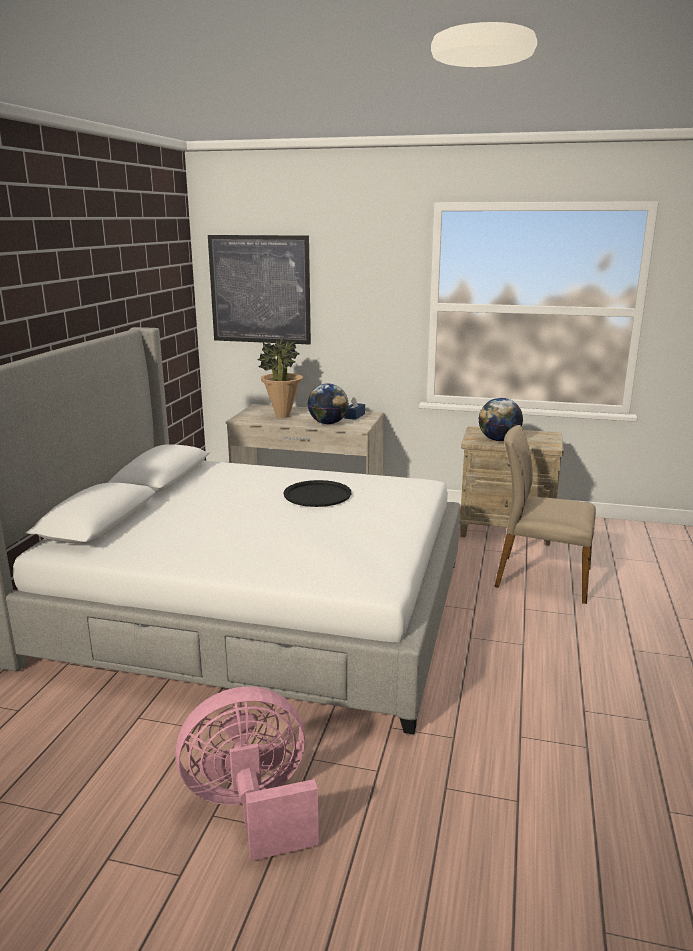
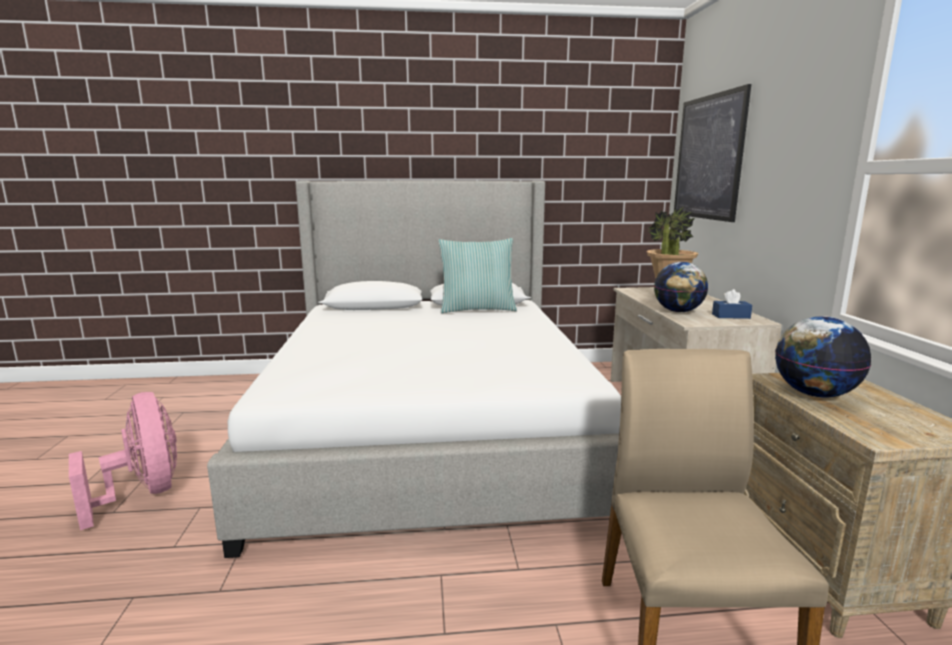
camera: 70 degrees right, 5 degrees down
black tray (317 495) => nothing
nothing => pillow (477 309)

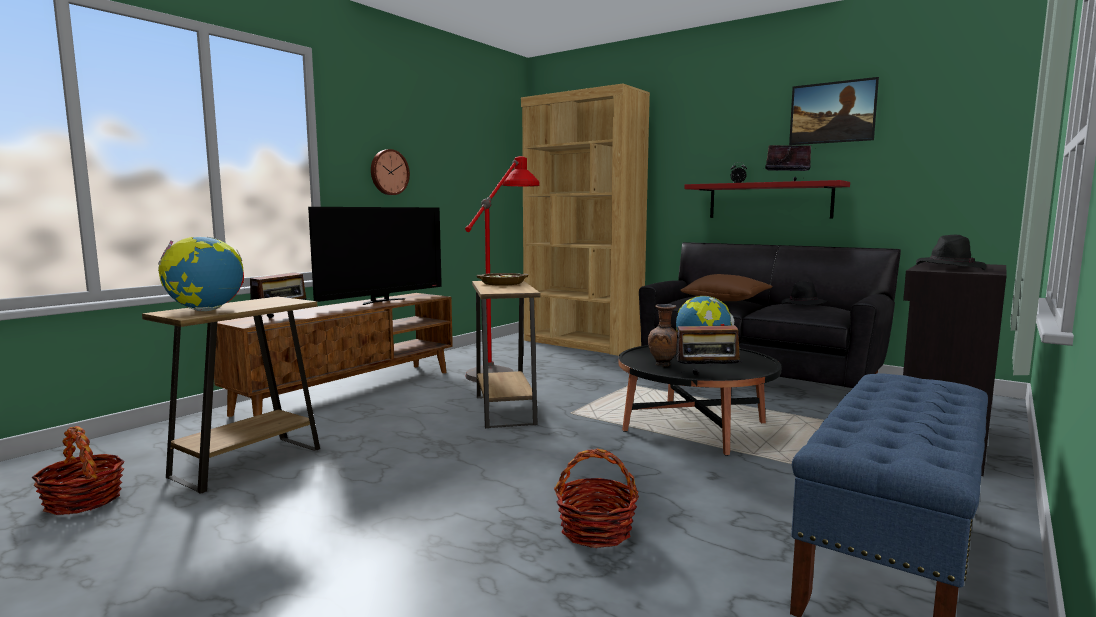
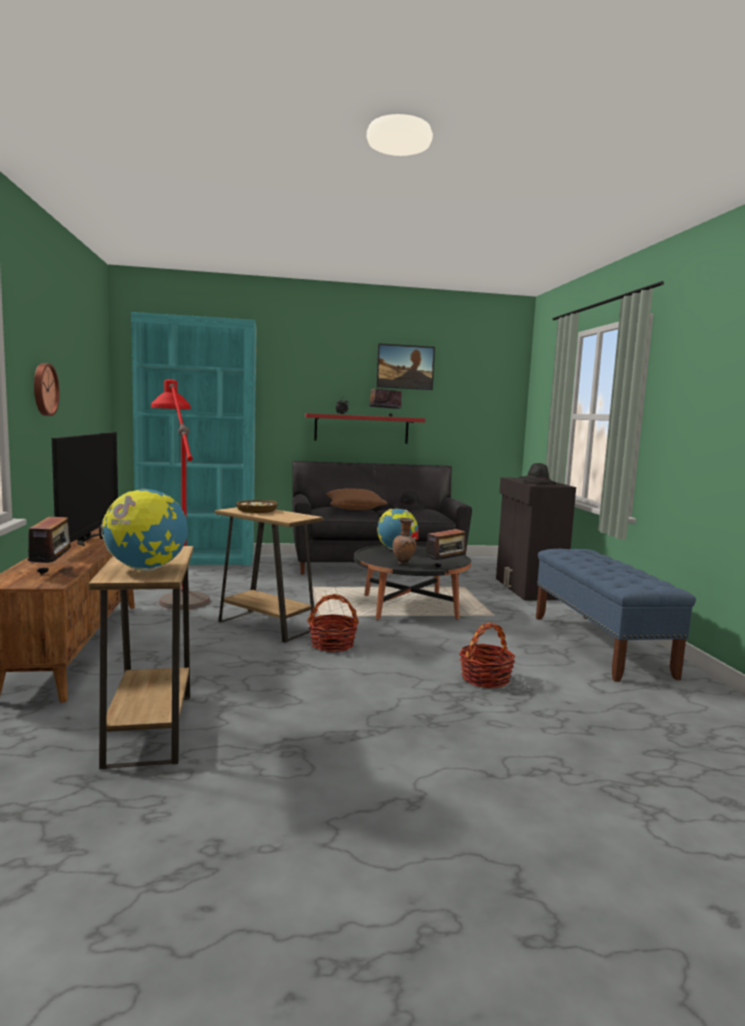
camera: 45 degrees left, 0 degrees up
brown bookcase (582 343) => turquoise bookcase (197 559)
basket (83 501) => basket (332 644), move

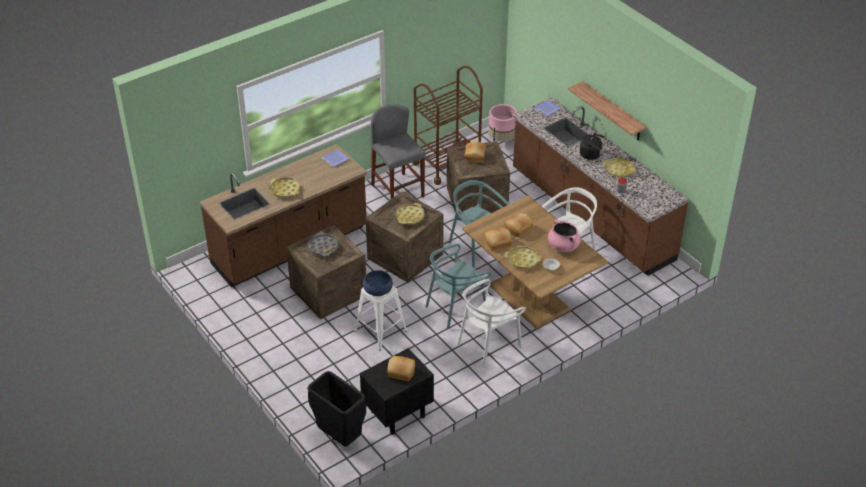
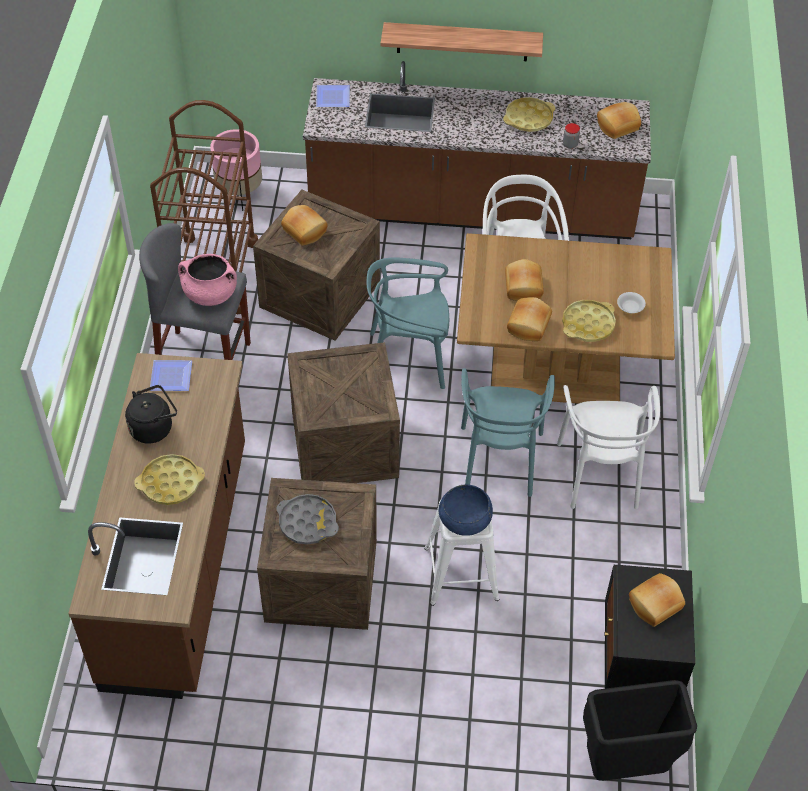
camera: 50 degrees left, 10 degrees up
black kettle (592 155) => black kettle (153 427), move
yellow tray (410 216) => nothing
pink cooking pot (563 246) => pink cooking pot (210 294), move
nothing => bread (617 125)

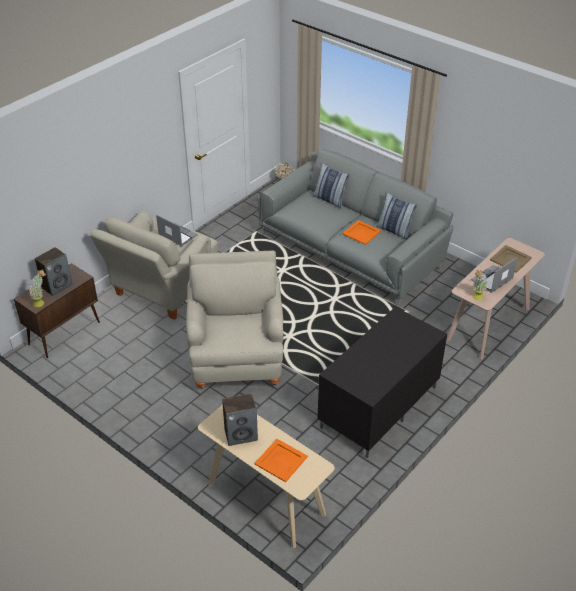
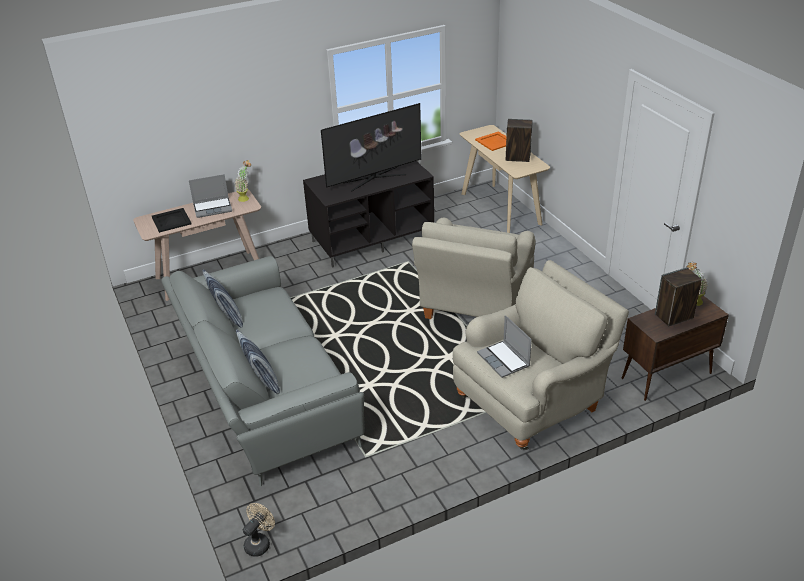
camera: 155 degrees left, 5 degrees down
orange tray (361 232) => nothing
beige tray (510 258) => black tray (171 220)
nothing => television (374 178)

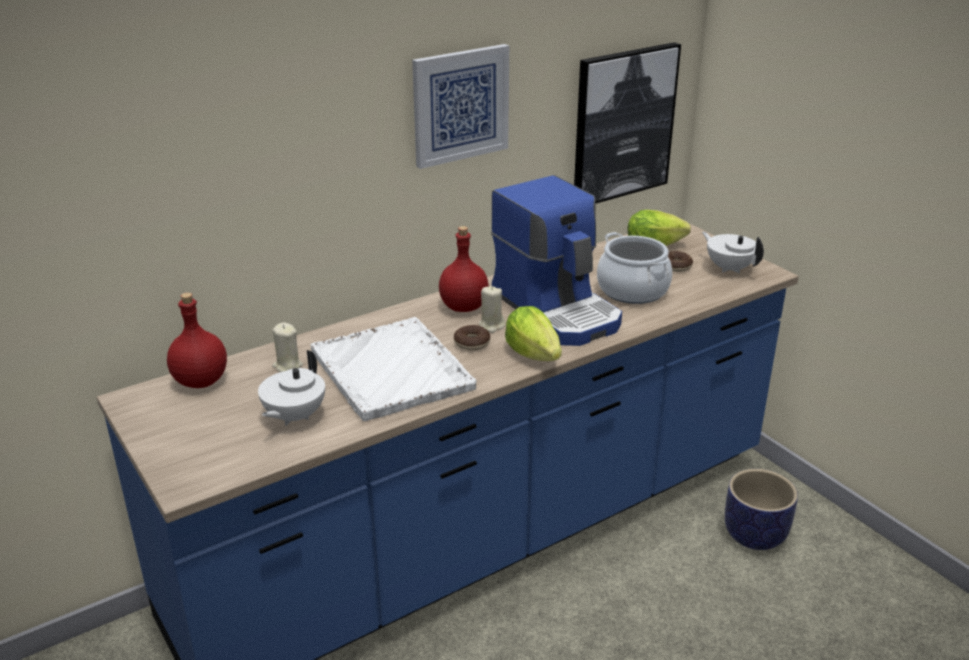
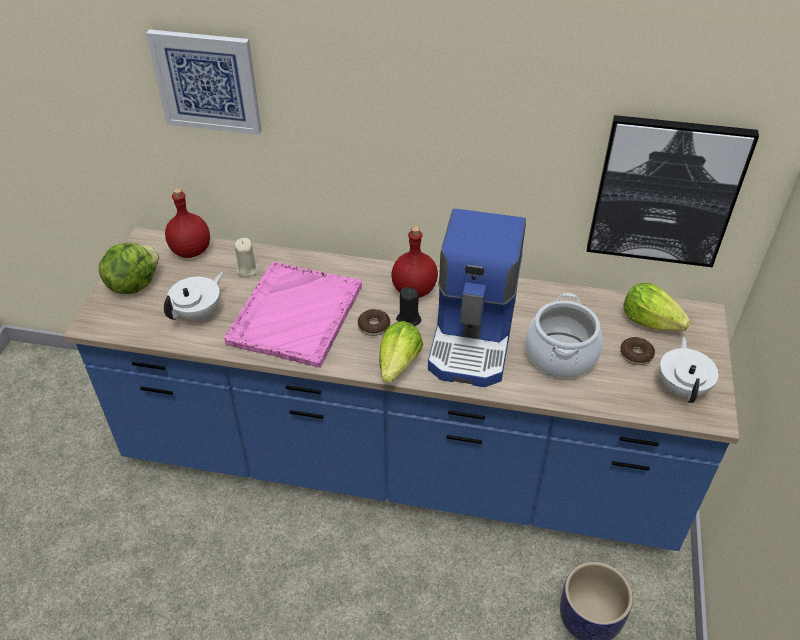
camera: 45 degrees right, 15 degrees up
picture (460 105) => picture (207 81), move
beige candle (491 325) => black candle (408 319)
white tray (392 371) => pink tray (295 315)
white teapot (293 416) => white teapot (199 313), 150 degrees clockwise
nothing => lettuce (133 284)

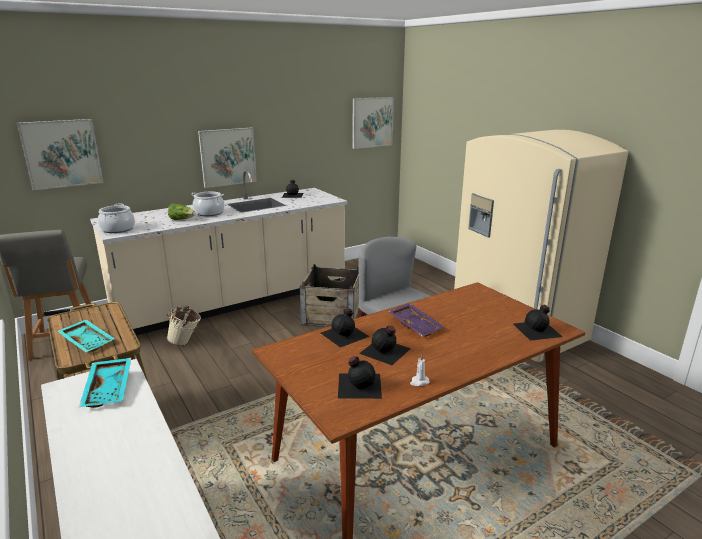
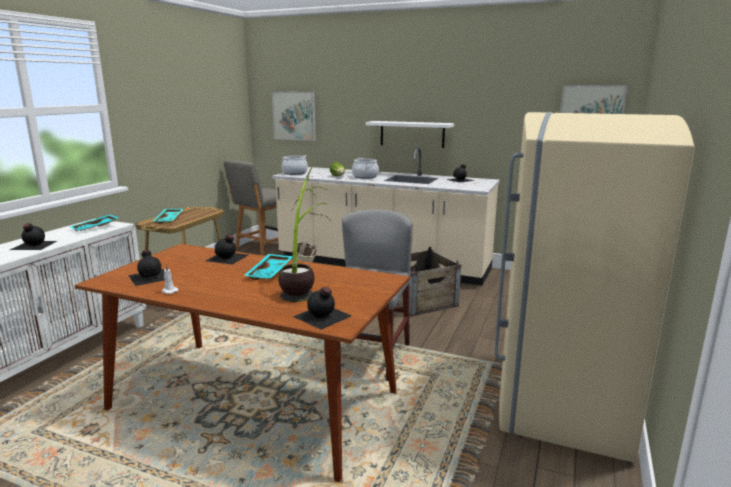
camera: 55 degrees right, 5 degrees down
picture (228 157) => white shelf (412 134)
purple tray (416 325) => turquoise tray (270 273)
black bottle (385 351) => black bottle (33 245), move
nothing => potted plant (304 287)

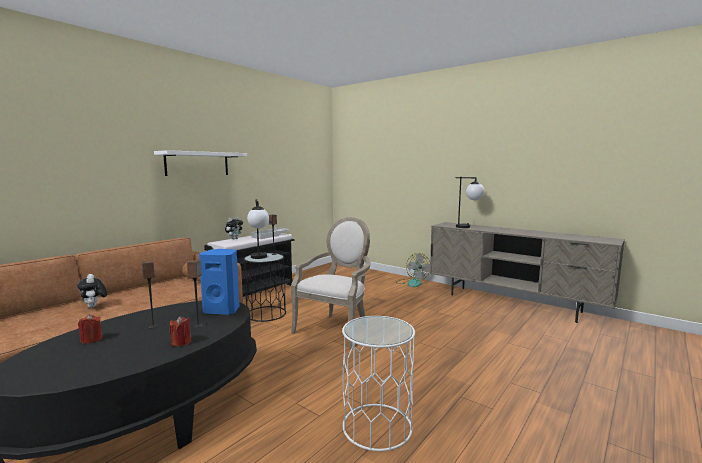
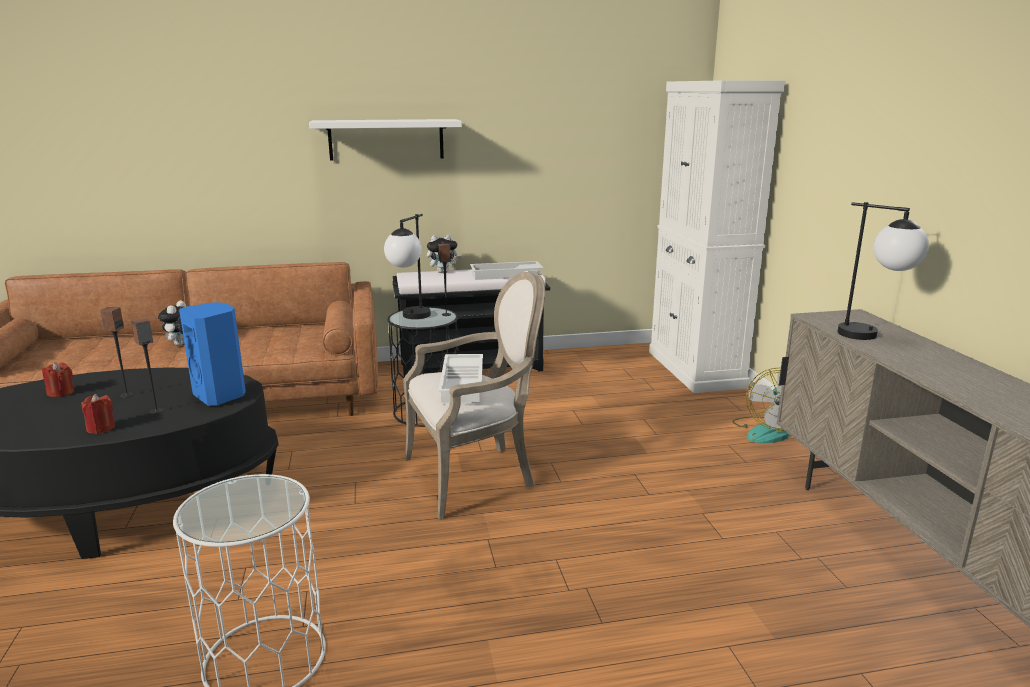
camera: 40 degrees right, 10 degrees up
nothing => white cabinet (695 369)
nothing => white tray (463 383)

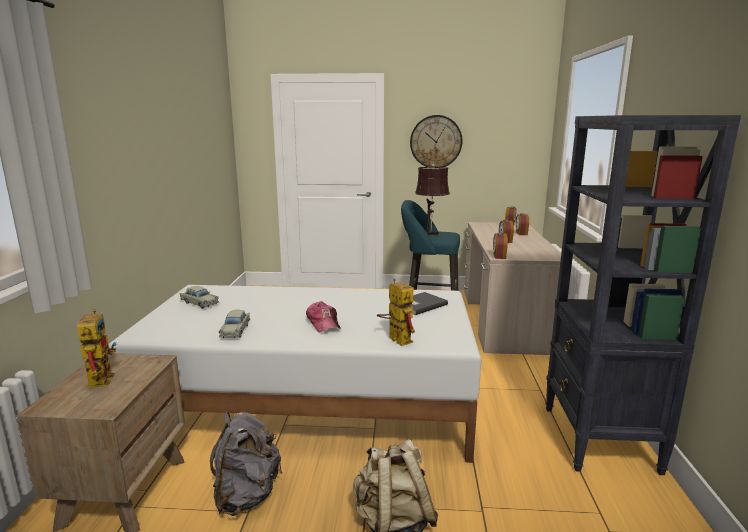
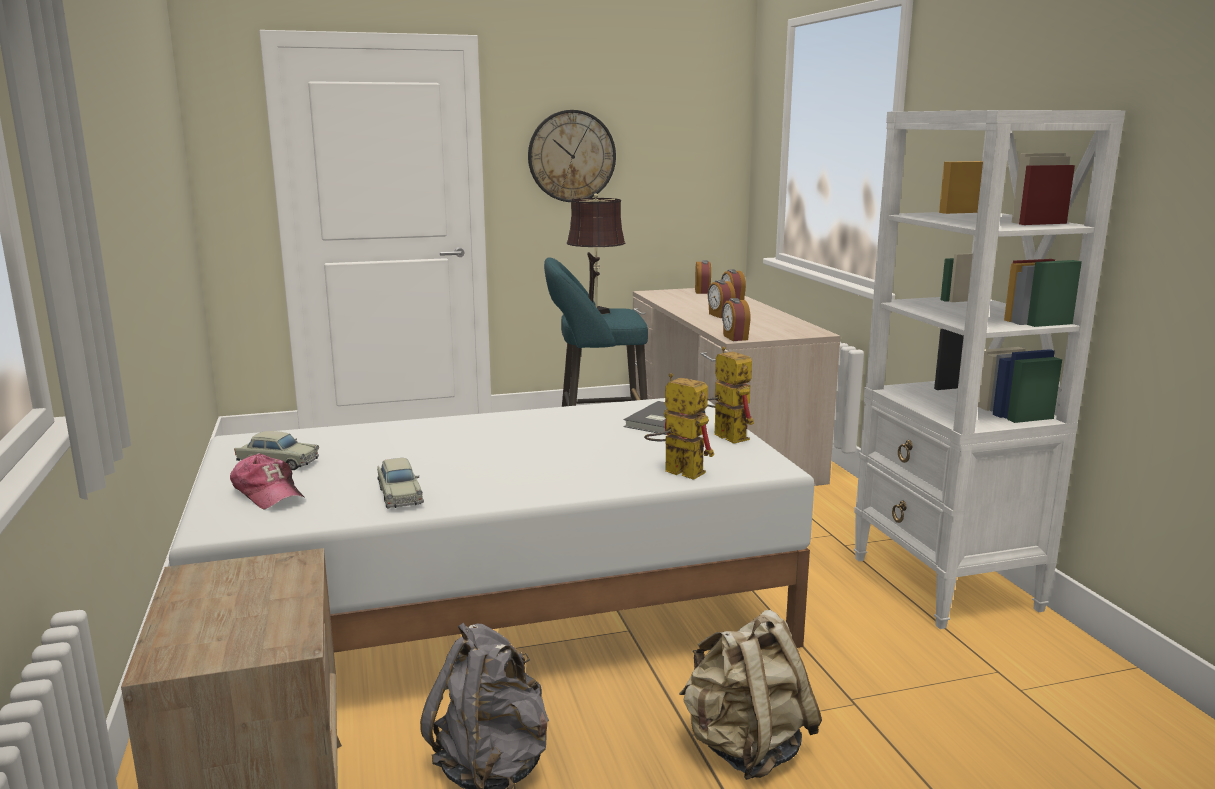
camera: 20 degrees left, 0 degrees up
black bookcase (599 439) => white bookcase (945 584)
cap (323 323) => cap (268 493), move
toy robot (100 378) => toy robot (723 436), move

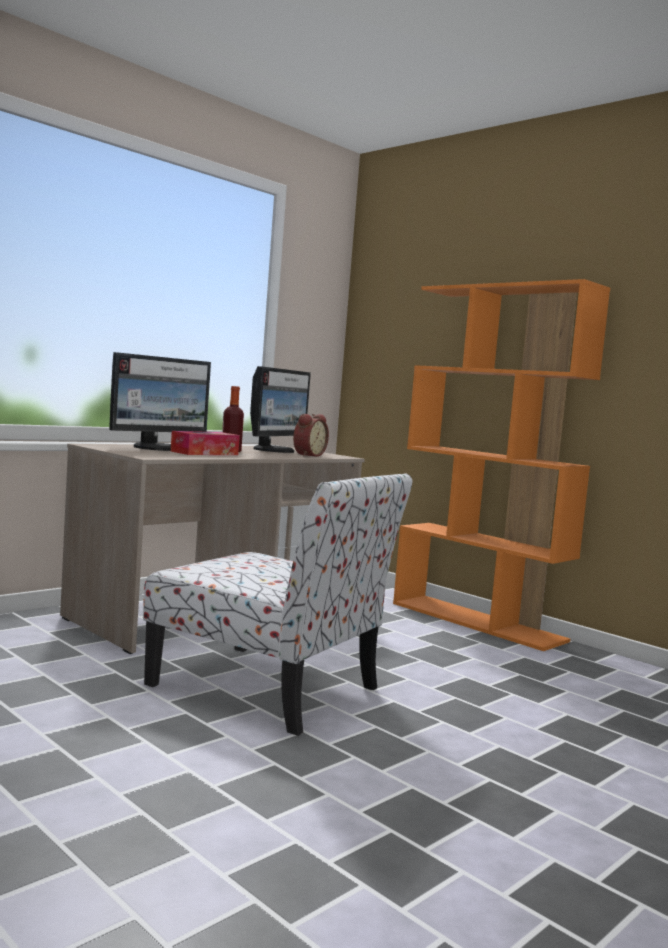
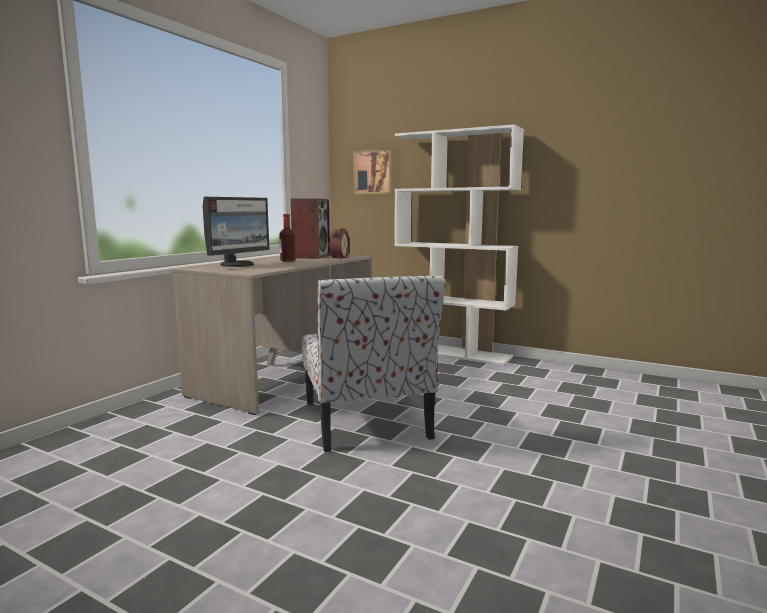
camera: 15 degrees left, 5 degrees up
orange bookcase (478 622) => white bookcase (452 353)
monitor (275 450) => speaker (311 256)
tissue box (204 453) => nothing
chair (269 688) => chair (366 421), 60 degrees clockwise
nothing => picture (374 172)

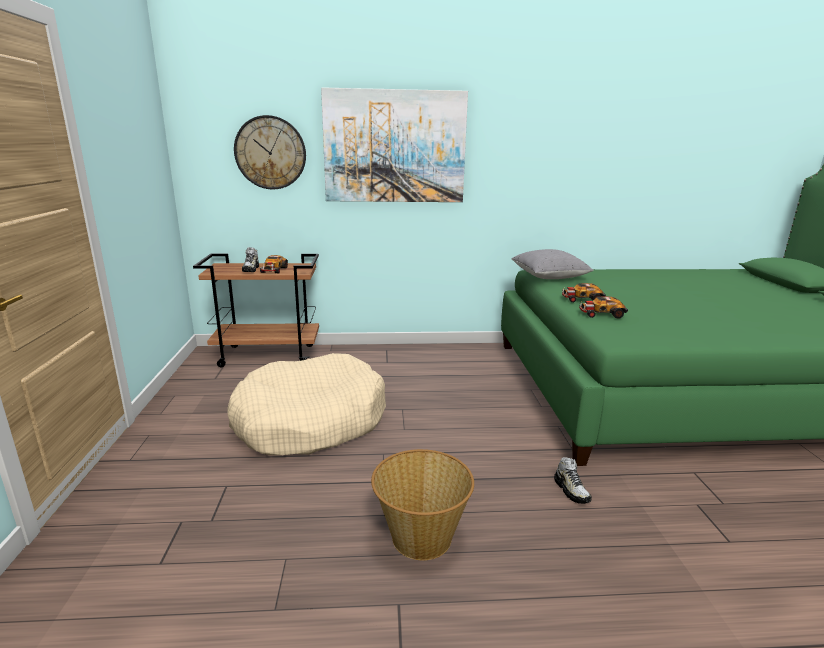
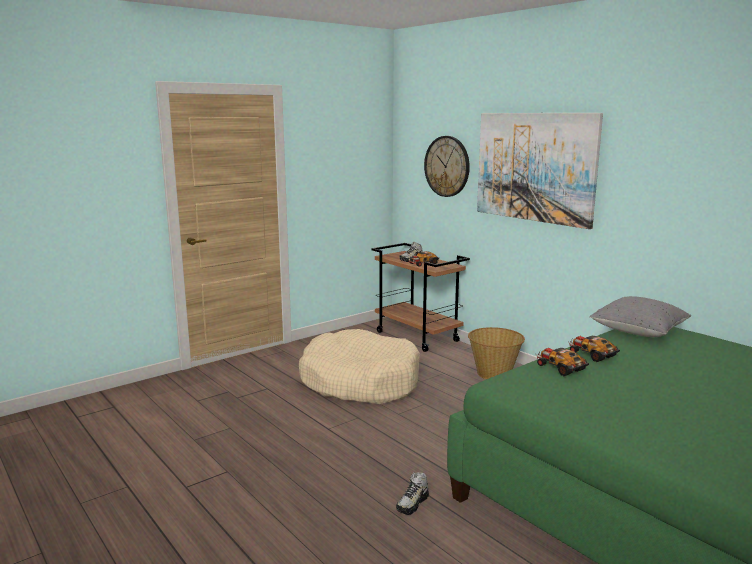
camera: 55 degrees right, 5 degrees down
basket (421 536) => basket (494 373), move

